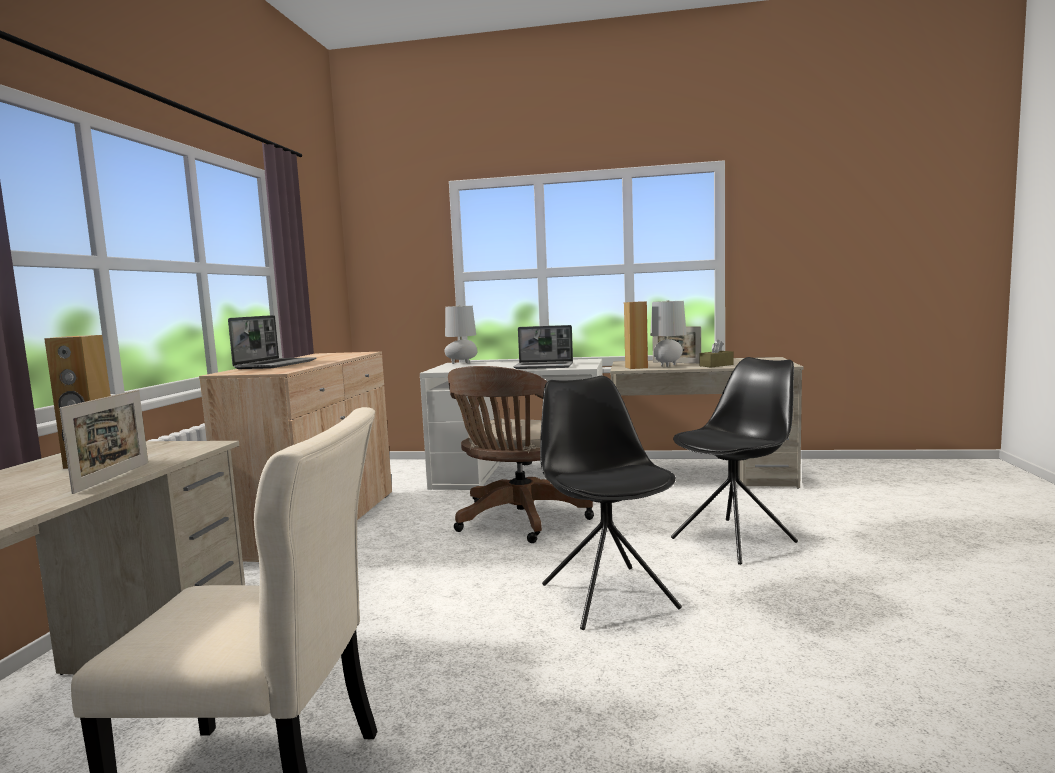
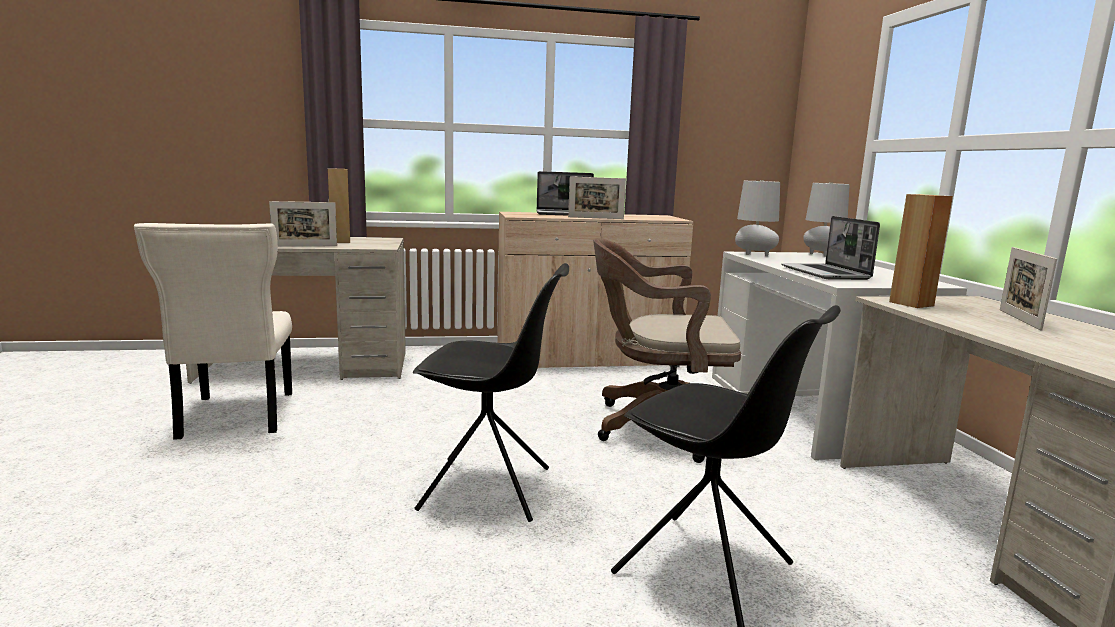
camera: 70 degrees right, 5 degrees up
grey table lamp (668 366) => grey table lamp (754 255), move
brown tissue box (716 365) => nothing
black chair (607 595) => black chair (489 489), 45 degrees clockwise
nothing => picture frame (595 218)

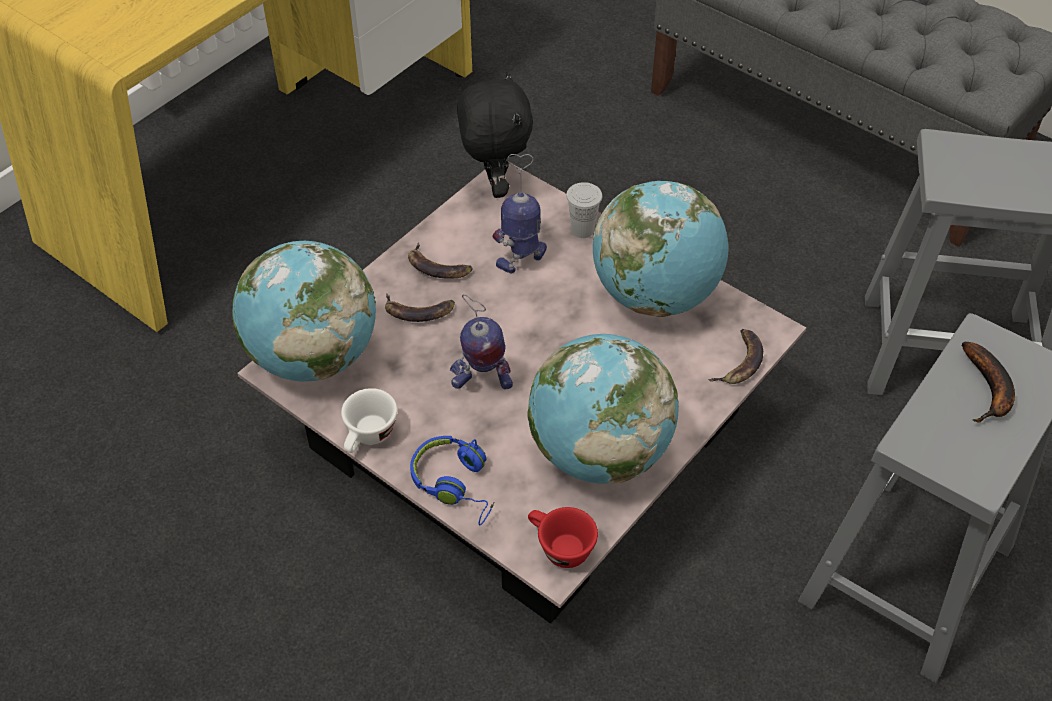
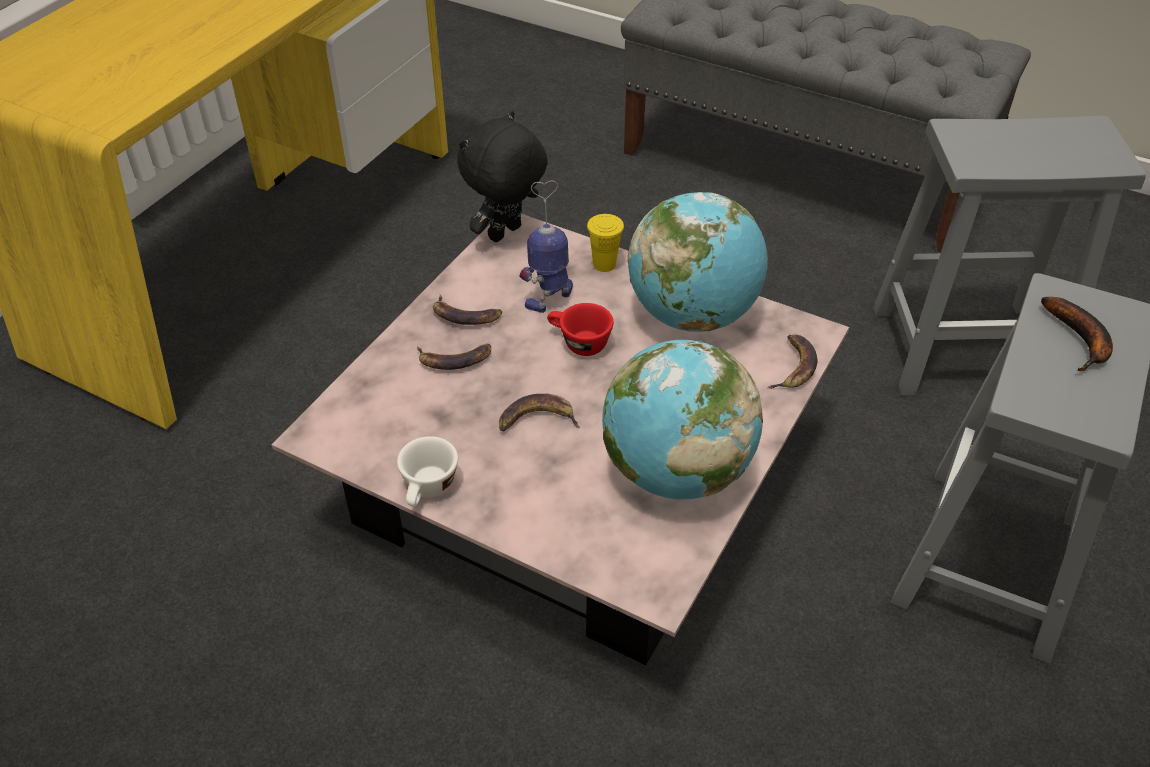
camera: 10 degrees left, 5 degrees down
black plush toy (494 185) => black plush toy (506 234), 120 degrees counterclockwise
white cup (582 230) => yellow cup (604 264)
globe (313 356) => nothing
toy robot (481 382) => banana (536 419)
blue headphones (456 484) => nothing
red cup (559 547) => red cup (578 343), move

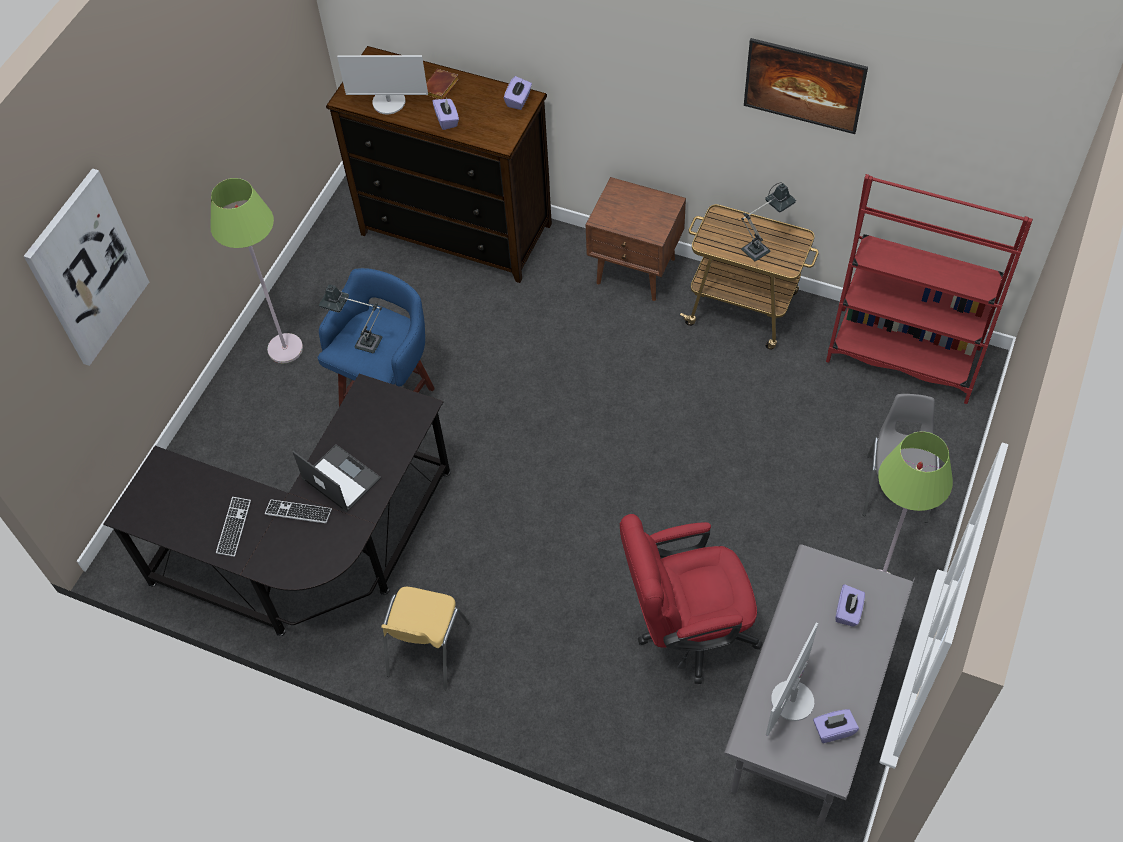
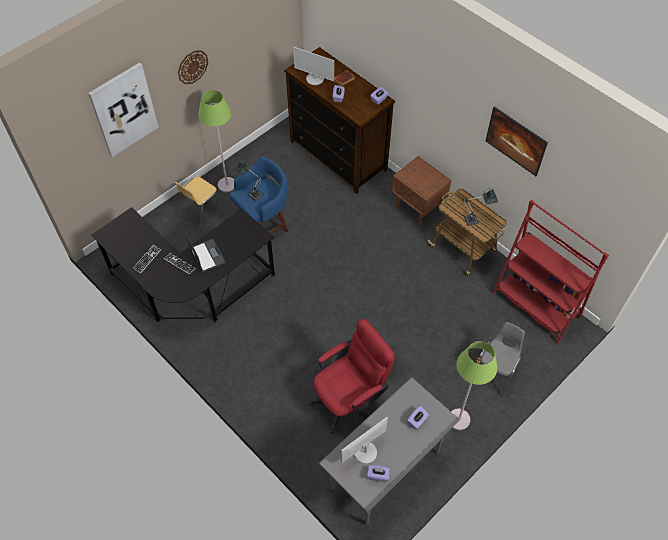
camera: 20 degrees right, 0 degrees up
red office chair (686 630) => red office chair (350 400), 135 degrees clockwise
yellow chair (426 650) => yellow chair (201 212), move
nothing => wall clock (192 67)

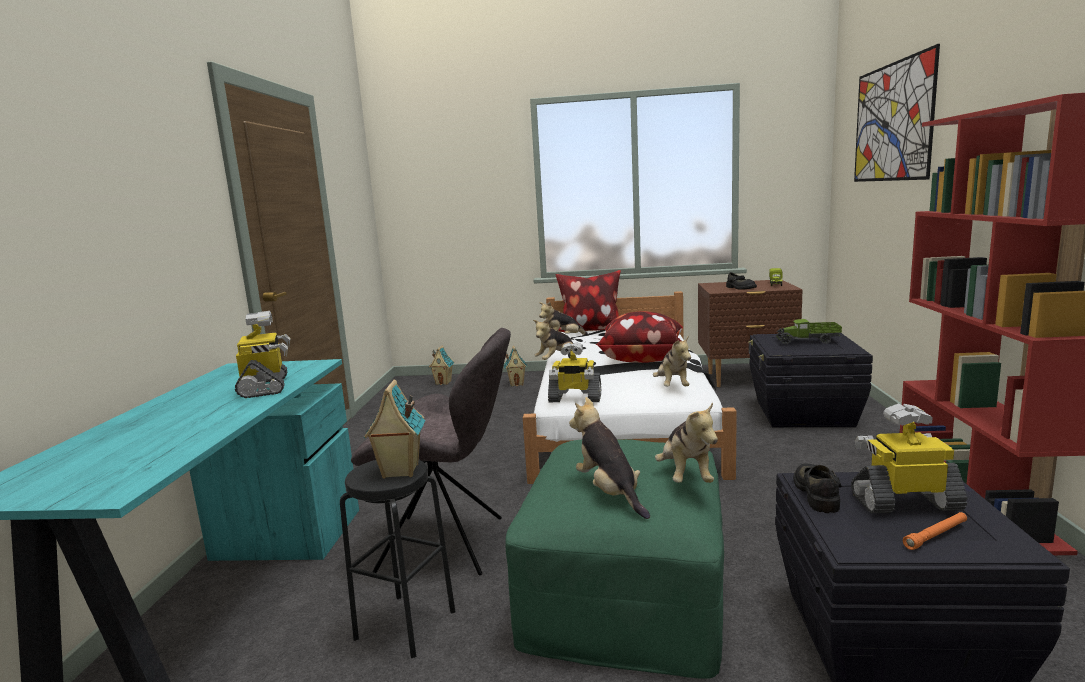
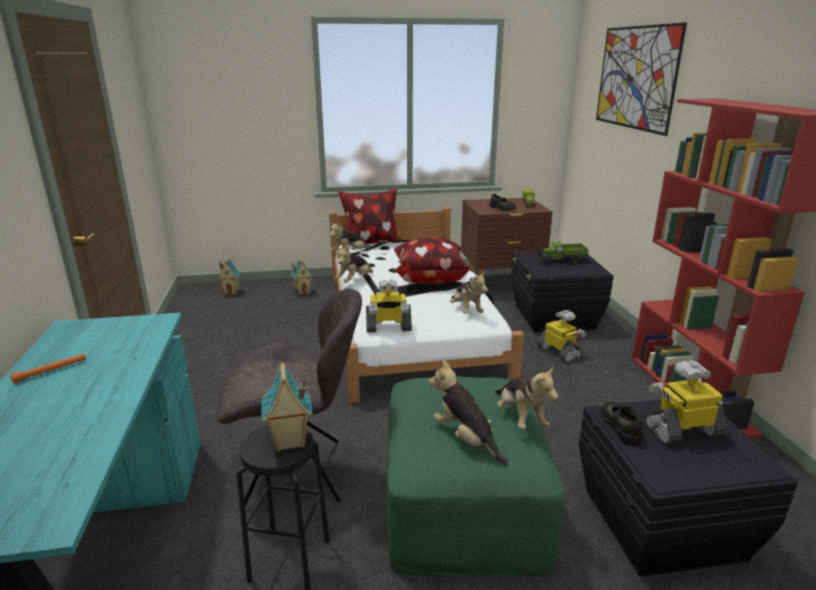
camera: 15 degrees left, 10 degrees up
toy robot (266 387) => toy robot (559 352), move
orange flashlight (936 535) => orange flashlight (51 371), move

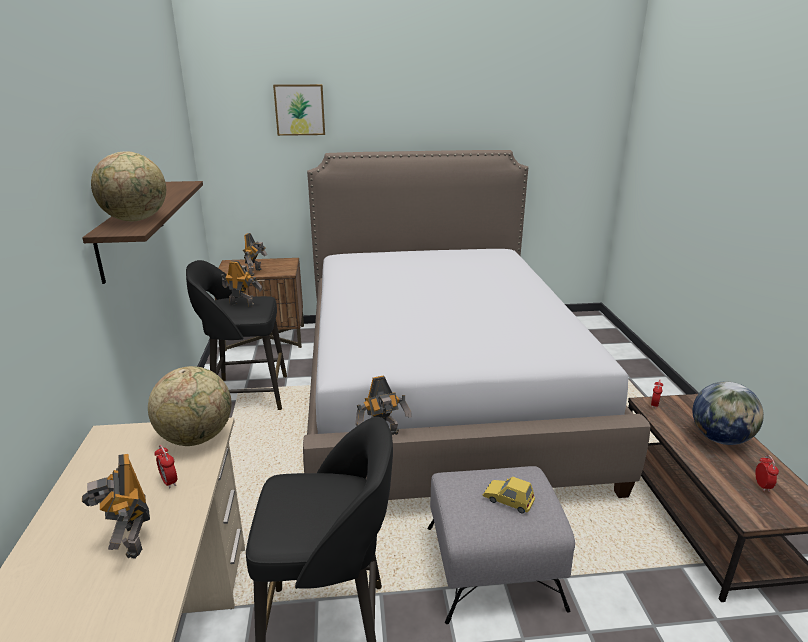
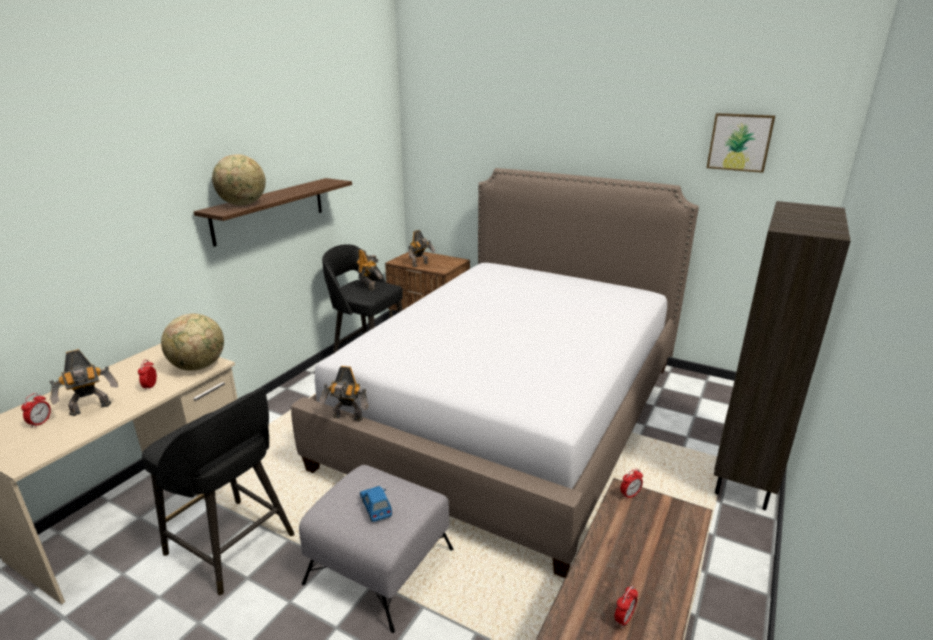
camera: 35 degrees right, 0 degrees up
picture (300 109) => picture (740 142), move
globe (720 438) => nothing
toy robot (129 540) => toy robot (91 410), 135 degrees counterclockwise
yellow toy car (508 500) => blue toy car (376 507)
nothing => brown bookcase (746 475)
nothing => alarm clock (40 423)

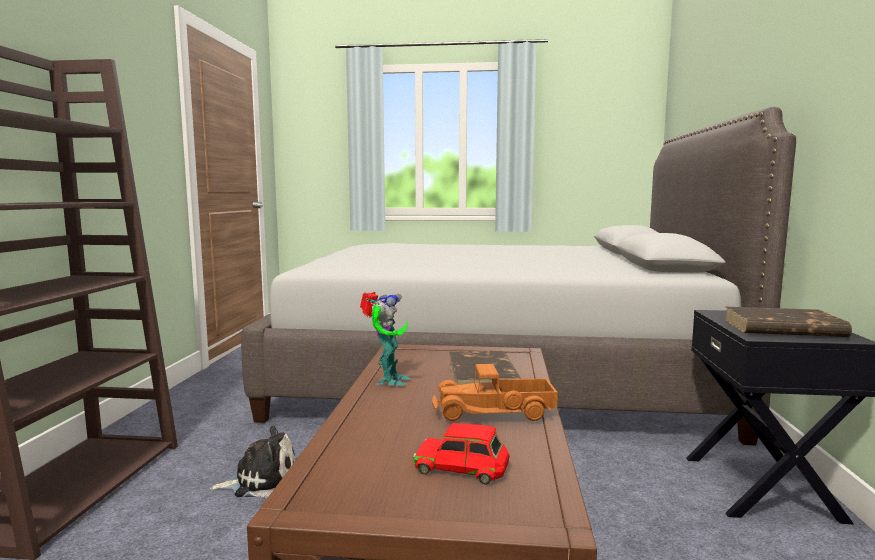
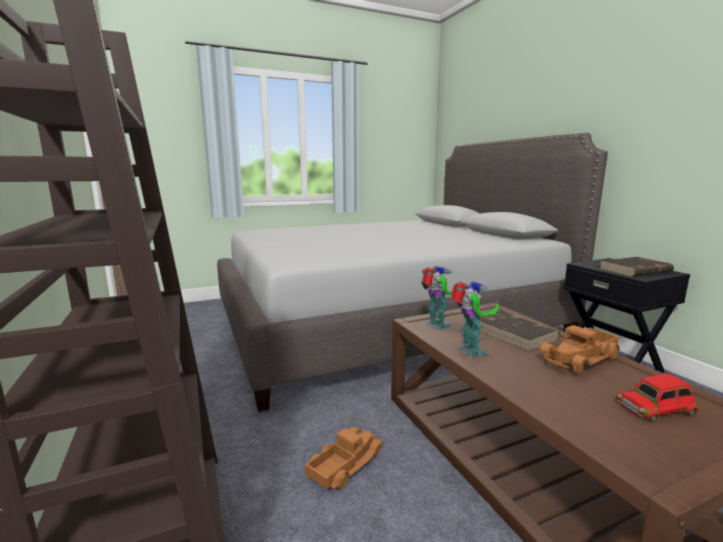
camera: 30 degrees left, 5 degrees up
plush toy (261 481) => toy truck (344 464)
nothing => toy robot (437 326)

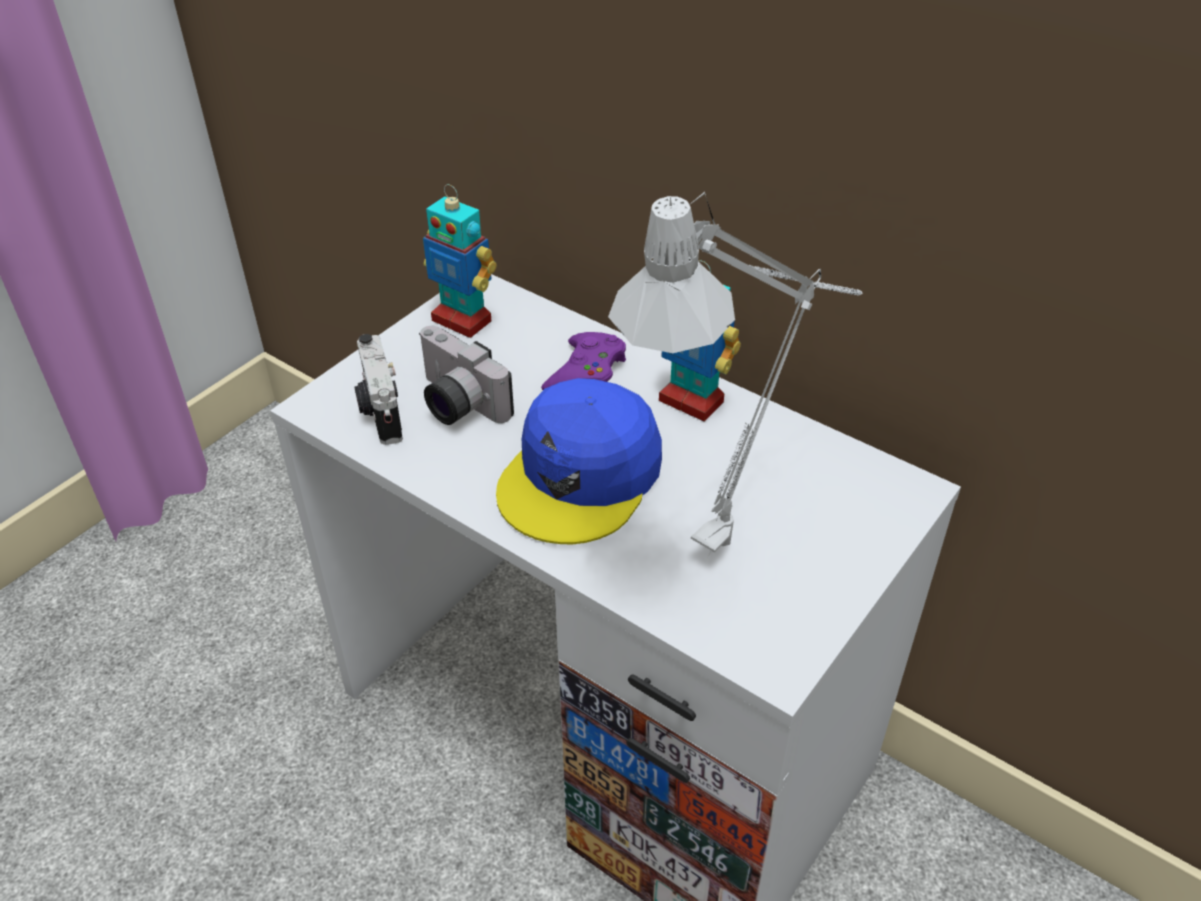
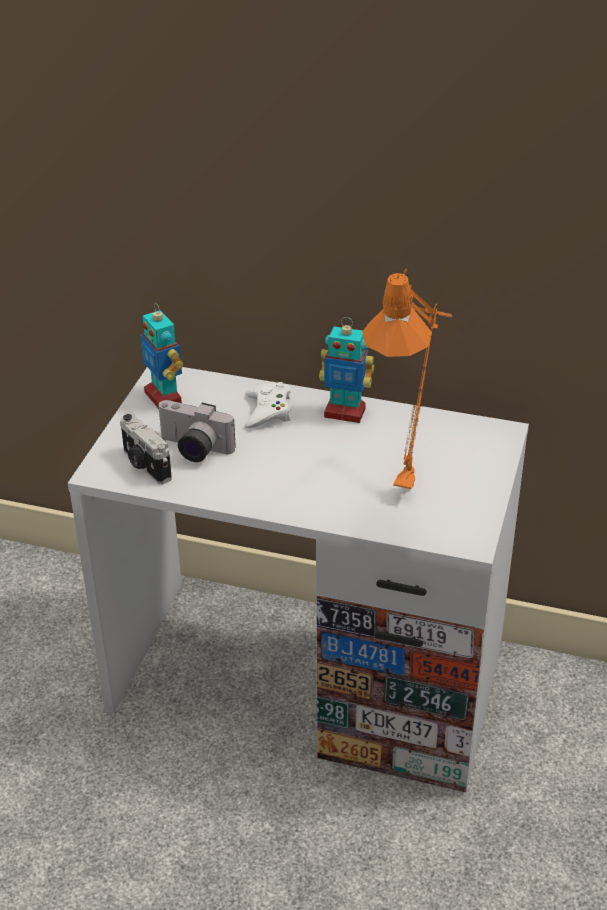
camera: 20 degrees left, 5 degrees down
toy robot (462 320) => toy robot (164 397), 45 degrees clockwise
grey table lamp (735 532) => orange table lamp (411 479)
purple game controller (586 372) => white game controller (267 411)
blue cap (581 476) => nothing

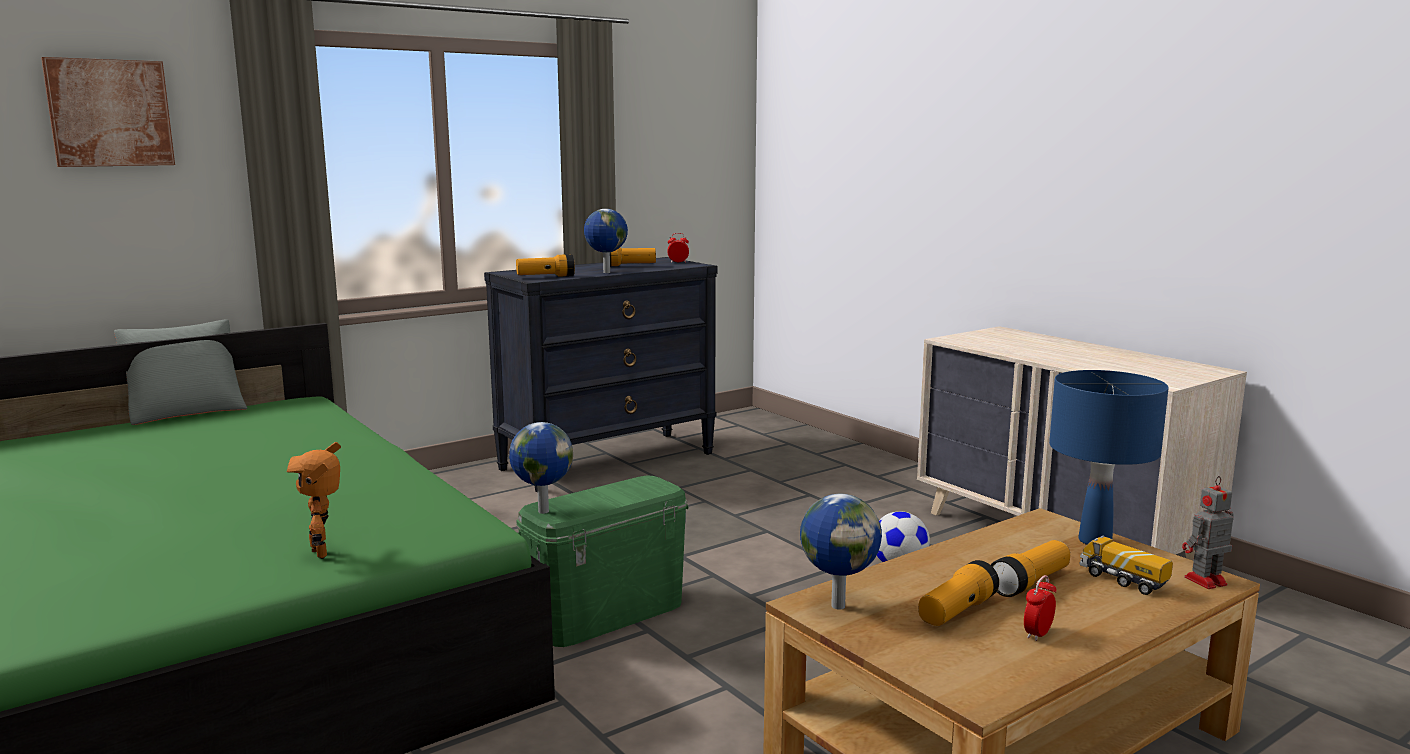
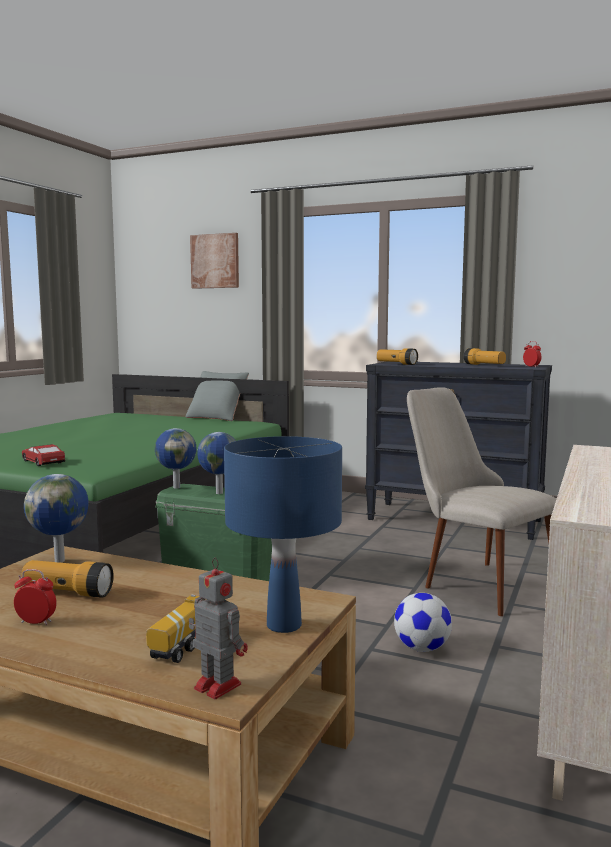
camera: 60 degrees right, 5 degrees down
globe (605 272) => globe (218 493), move
toy robot (324 552) => toy car (43 462)
flashlight (1030 583) => nothing
nothing => beige chair (474 581)

